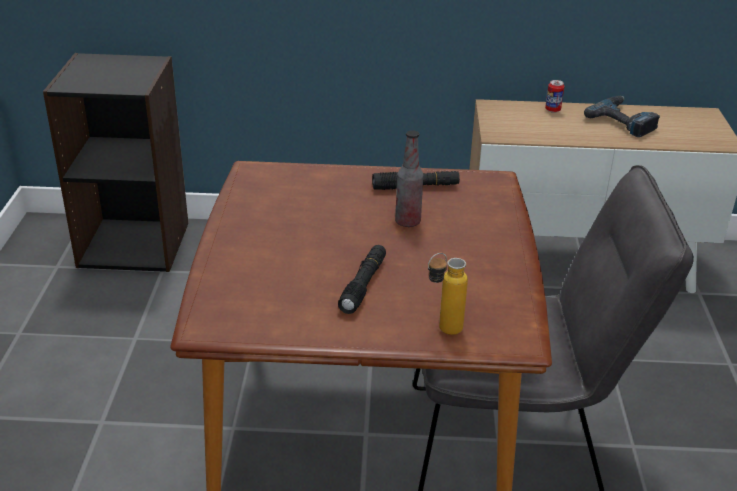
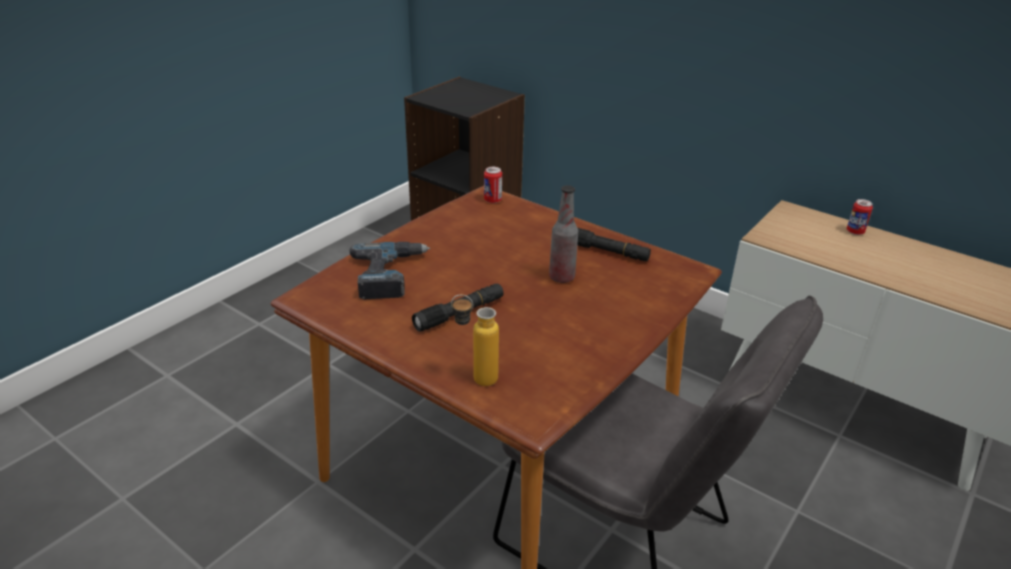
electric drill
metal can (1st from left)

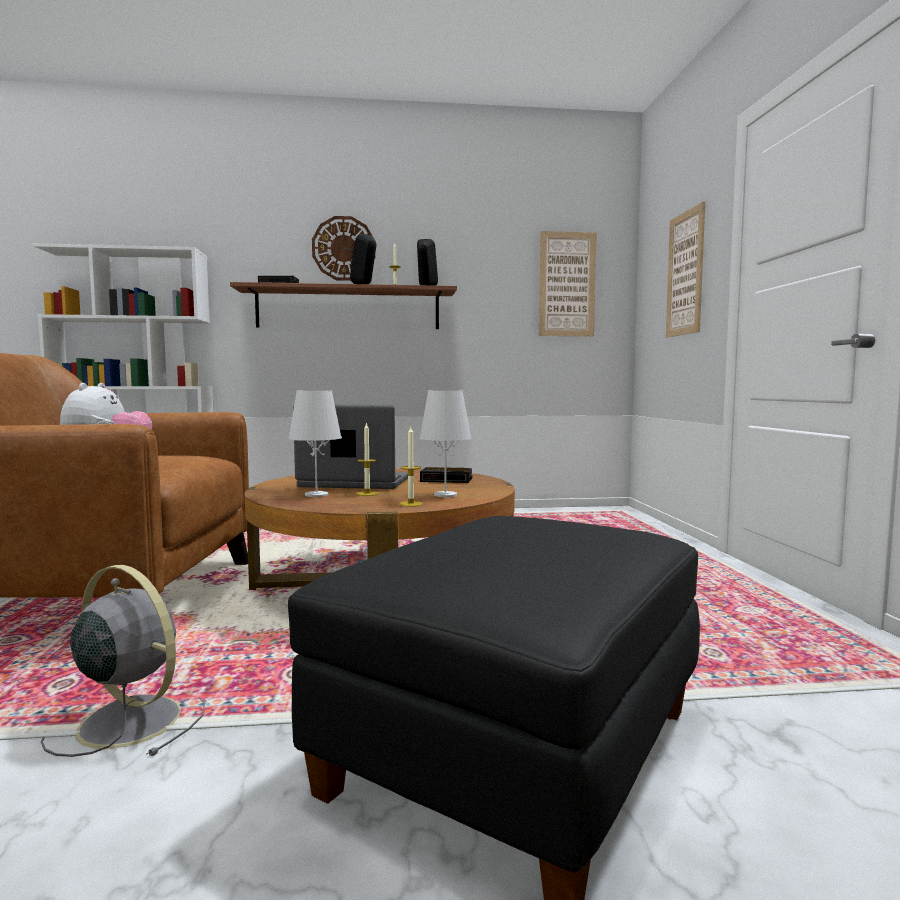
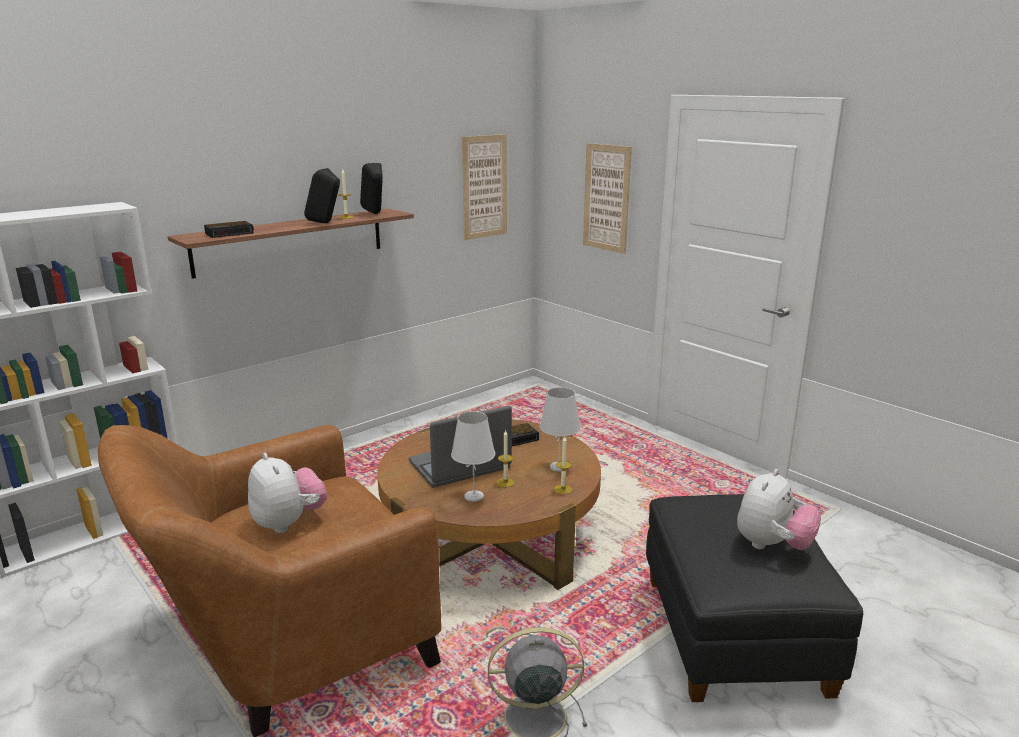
plush toy (2nd from left)
hanging clock

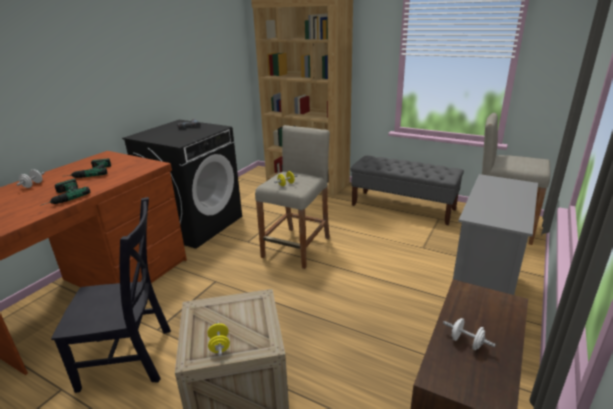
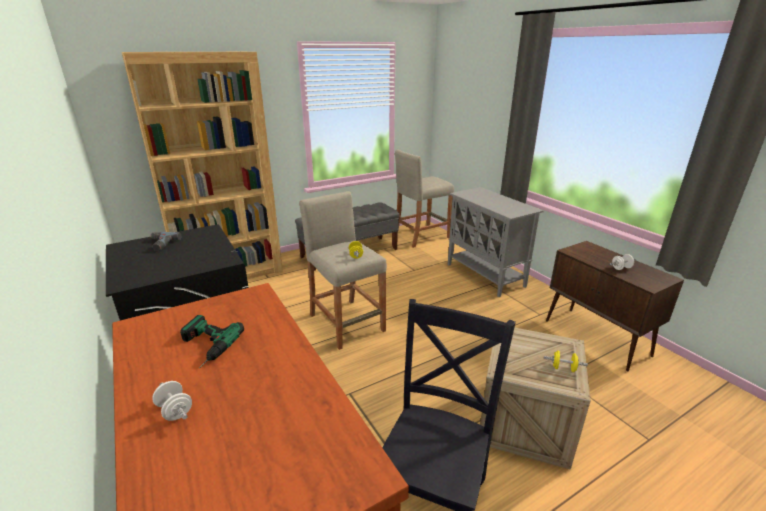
electric drill (1st from left in the first image)

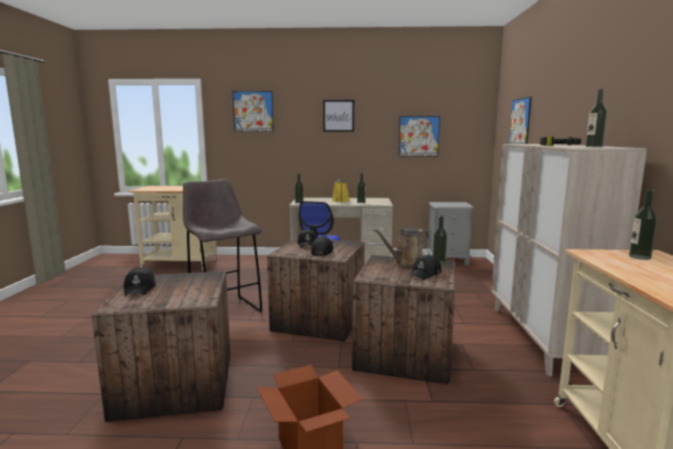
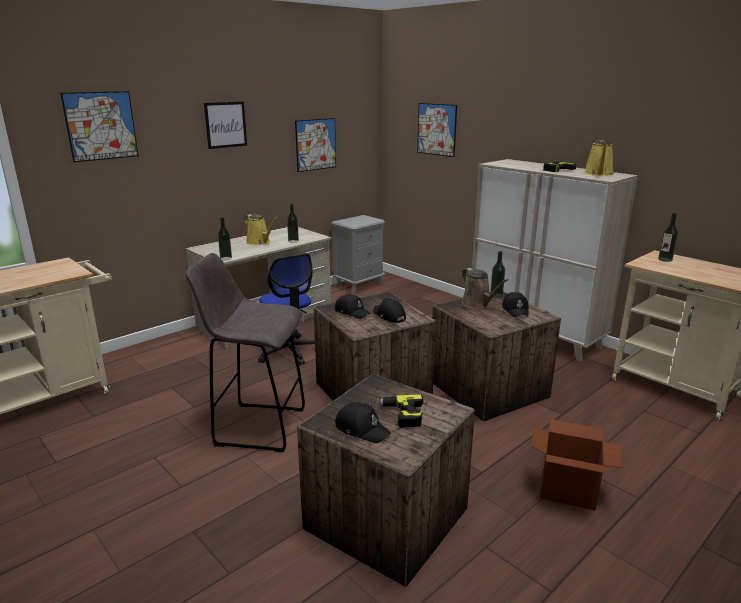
electric drill (1st from left)
watering can in brown-coloured
watering can in yellow (2nd from left)

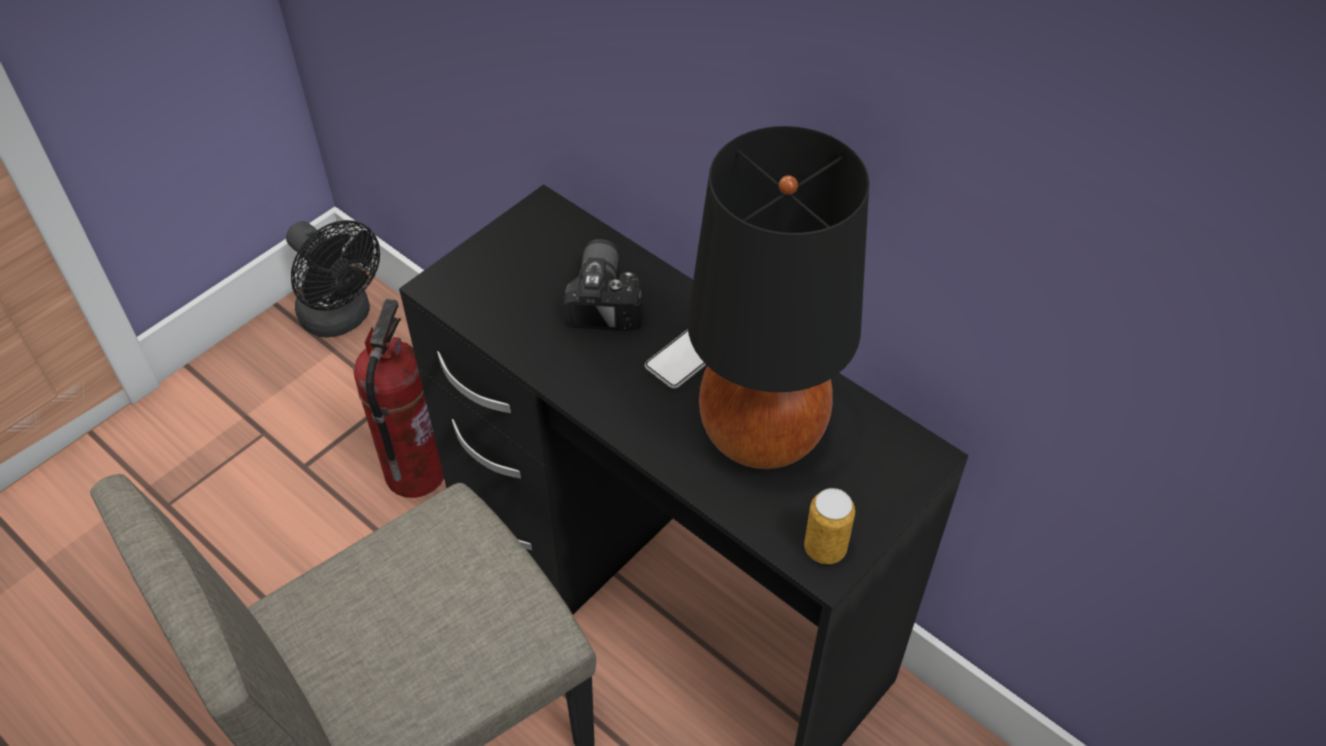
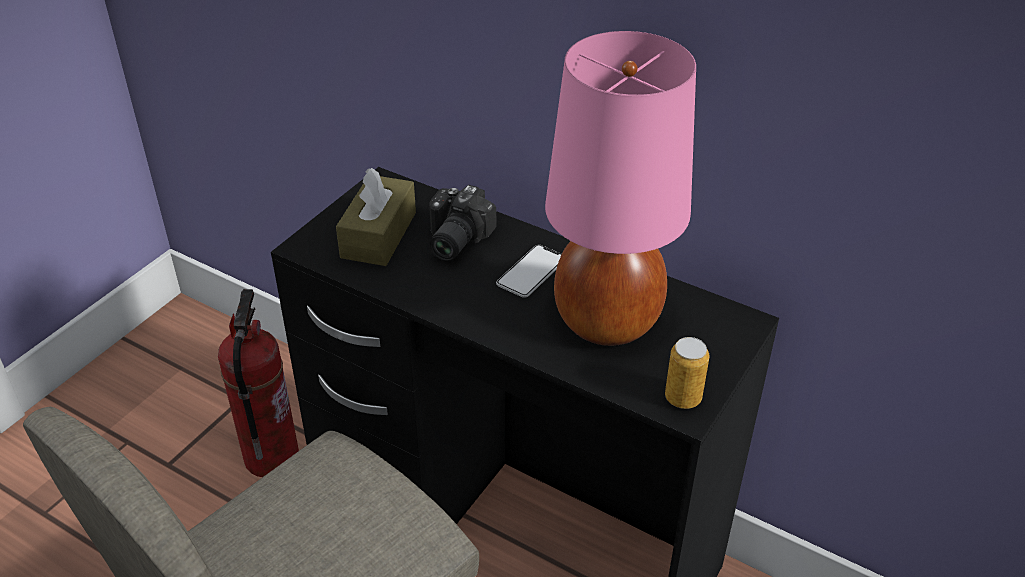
tissue box in brown-coloured
still camera
tabletop lamp in pink
fan in blackish

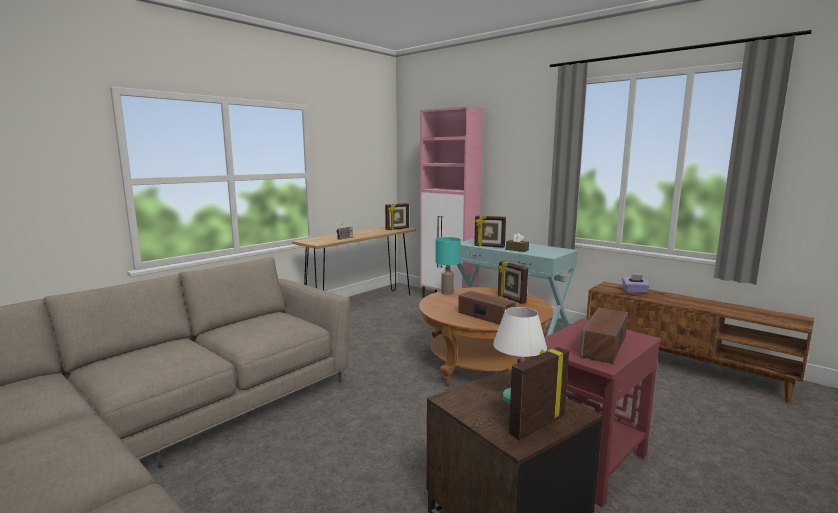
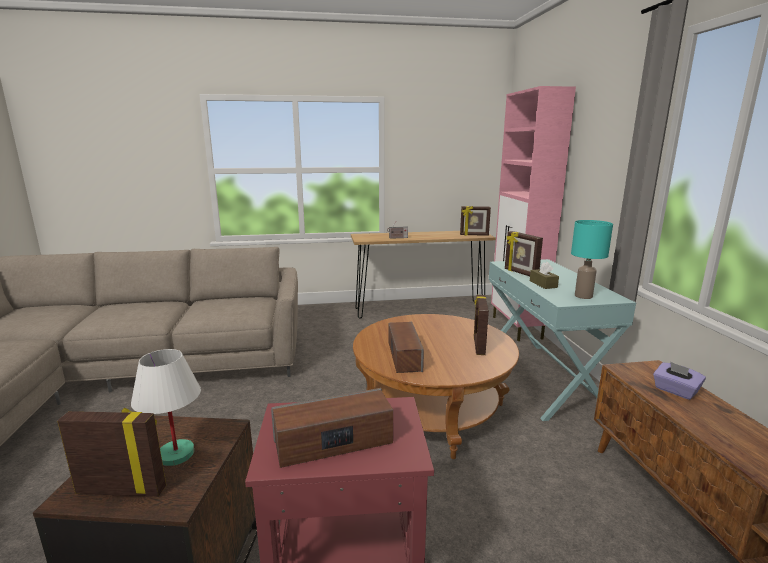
tabletop lamp in blue-green

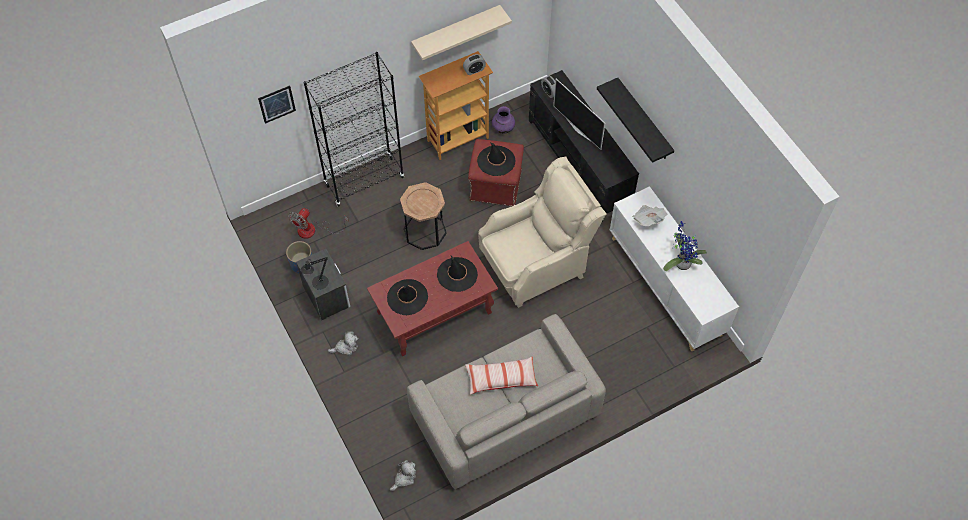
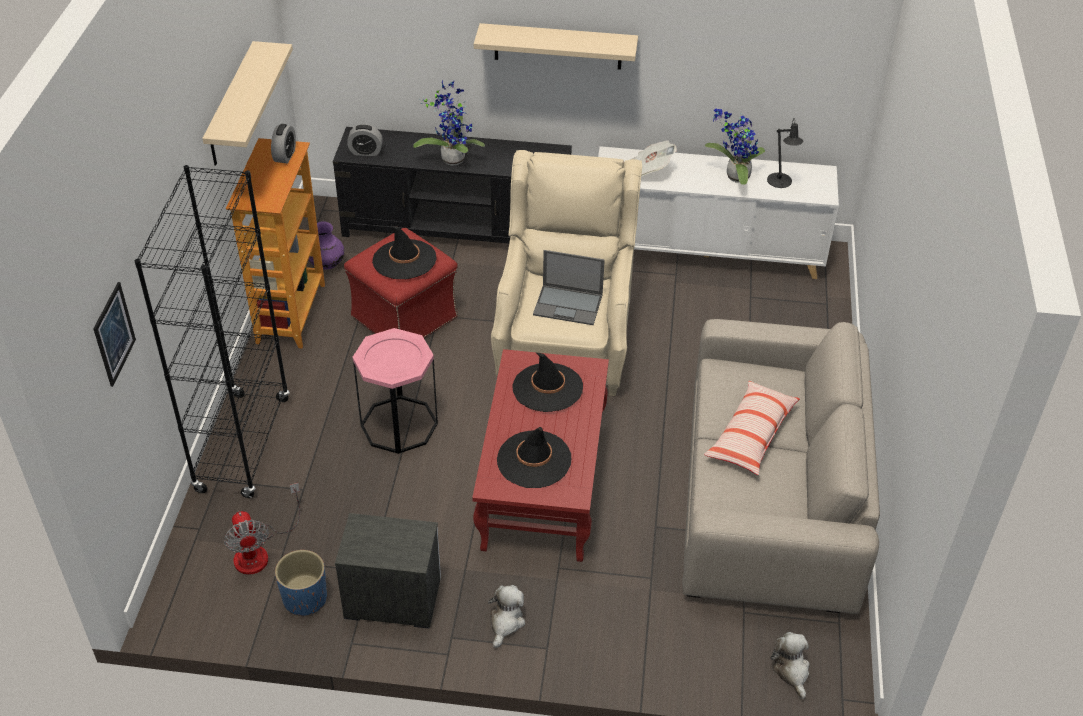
end table in pink
potted plant (1st from left)
wall shelf in beige-coloured (2nd from left)
notebook computer
tabletop lamp in blackish

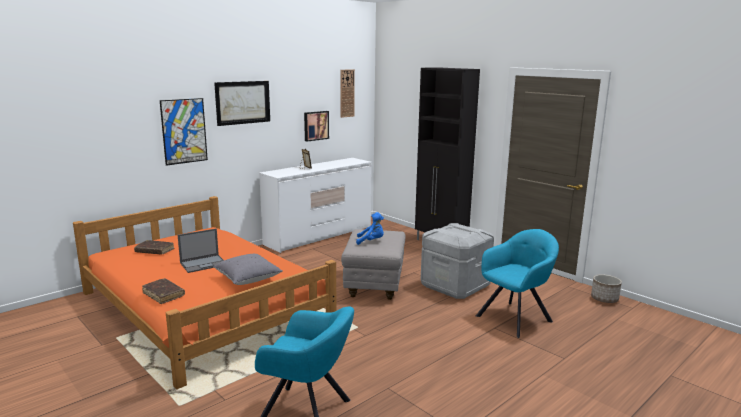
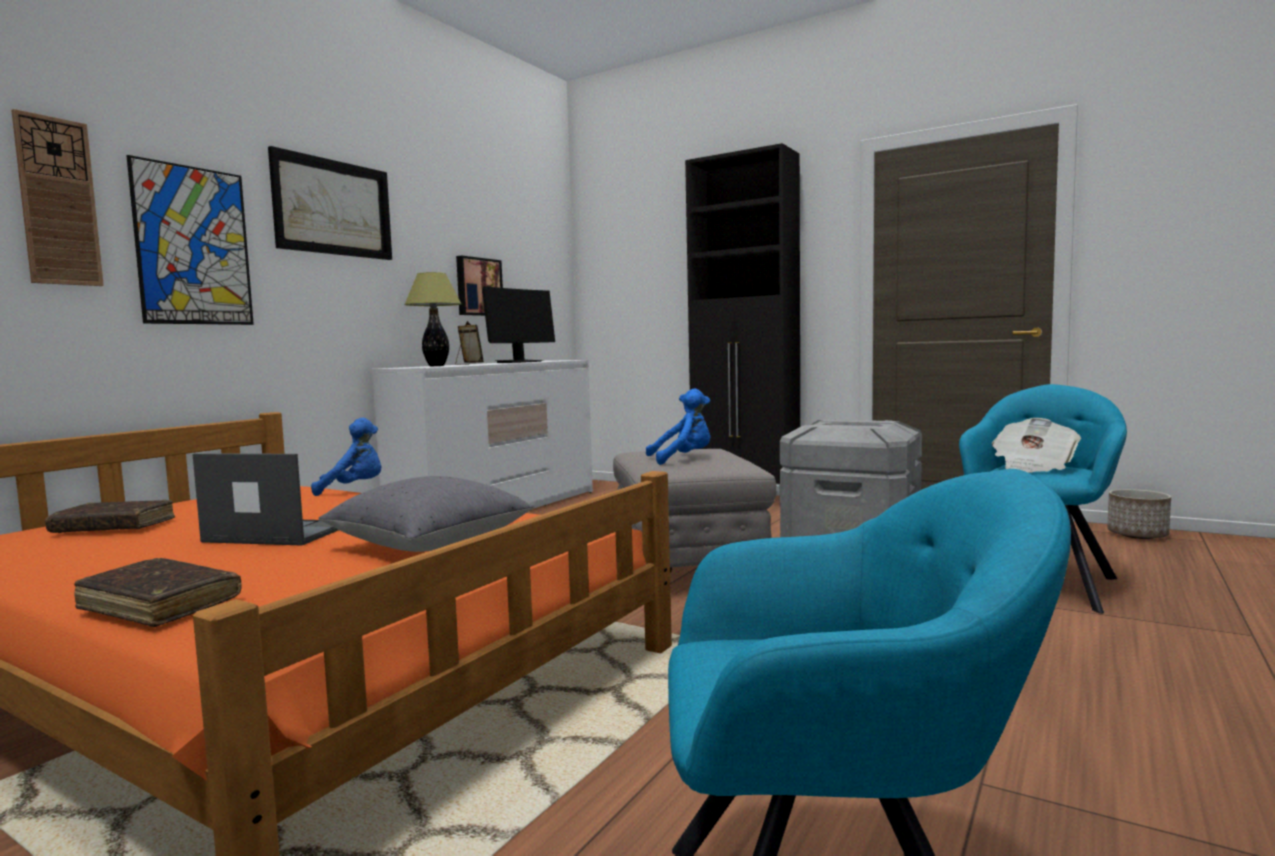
hanging clock
notebook computer
plush toy in bluish (1st from left)
tabletop lamp
computer screen
daily paper

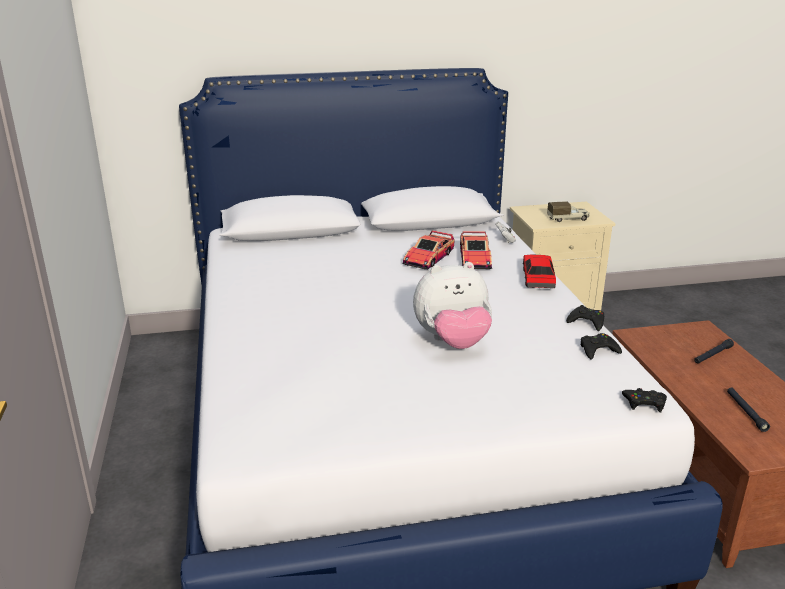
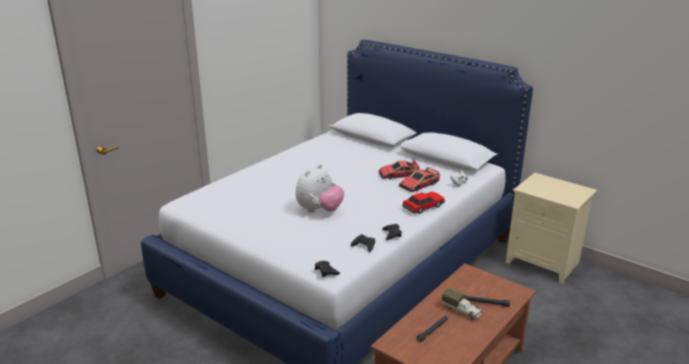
plush toy
toy truck

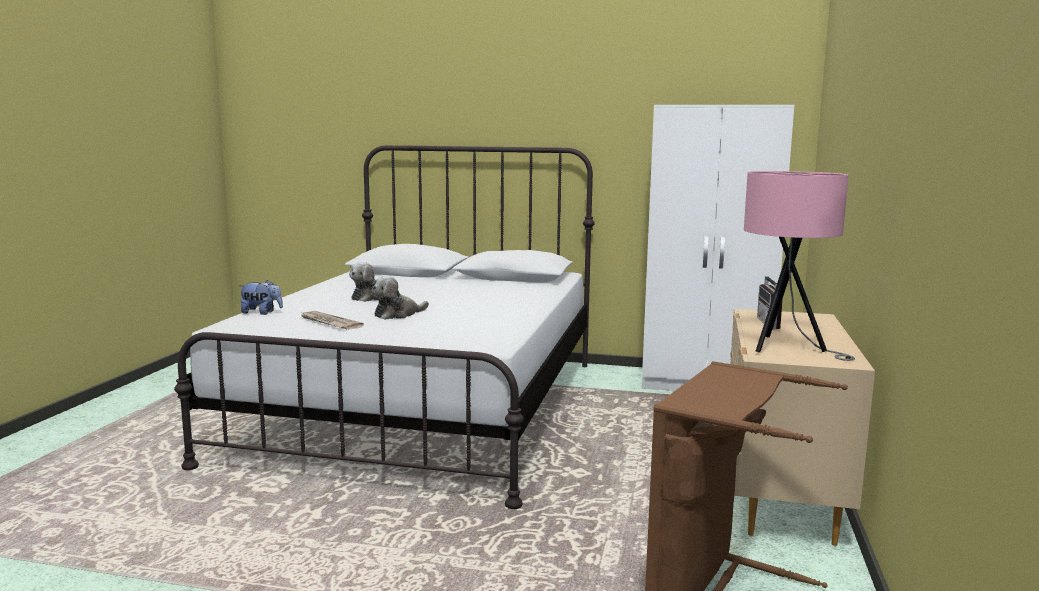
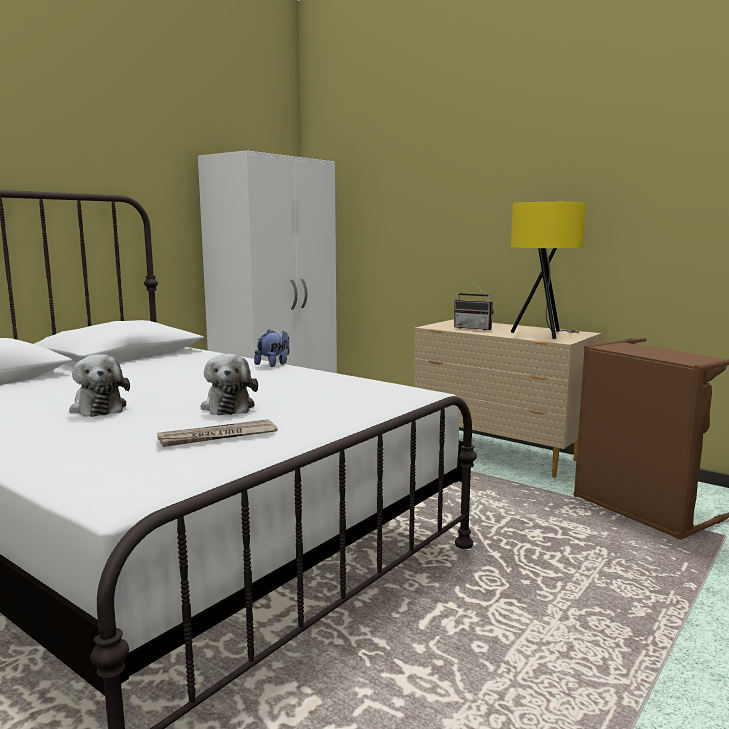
plush toy (3rd from left)
tabletop lamp in yellow

